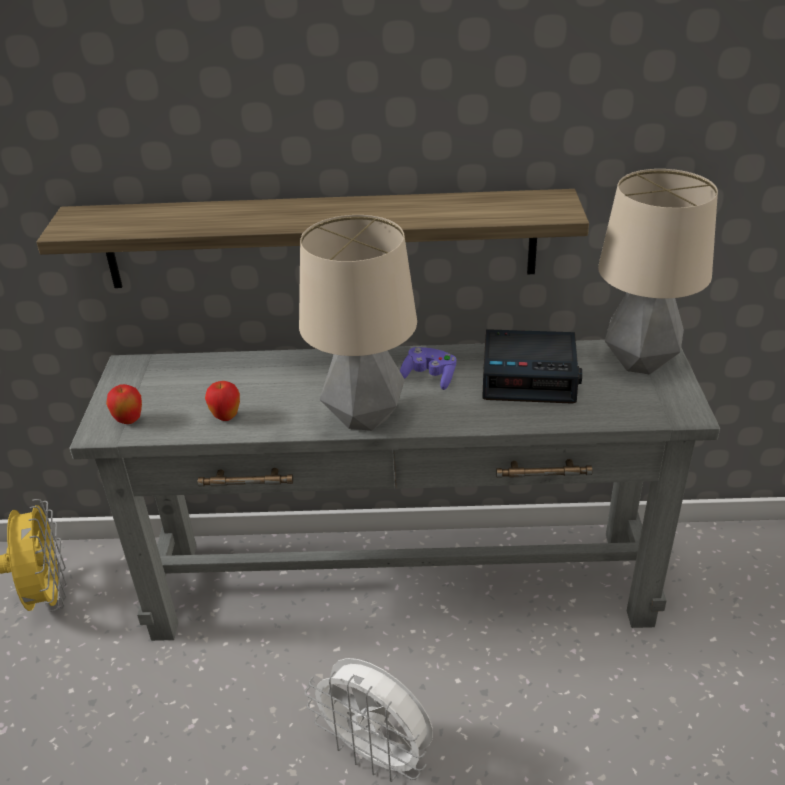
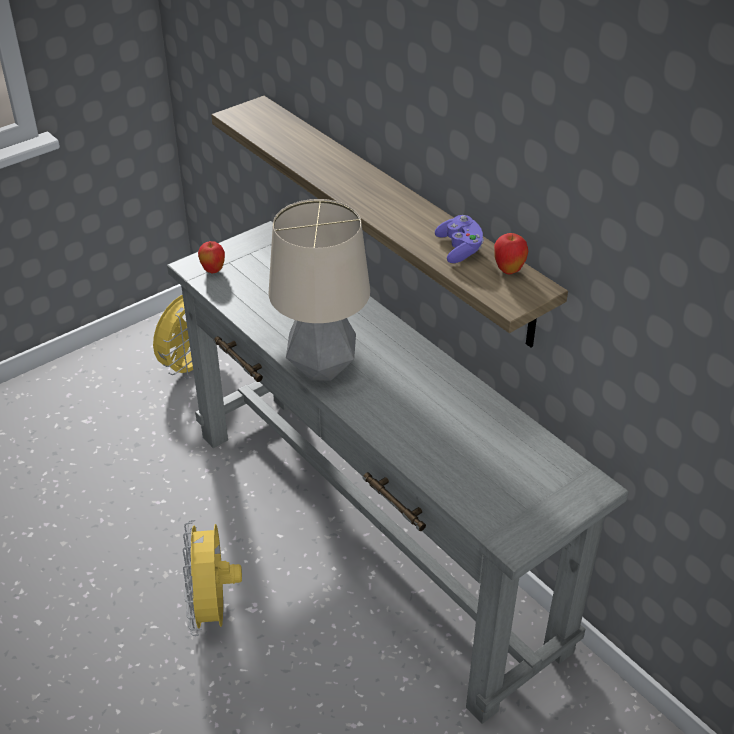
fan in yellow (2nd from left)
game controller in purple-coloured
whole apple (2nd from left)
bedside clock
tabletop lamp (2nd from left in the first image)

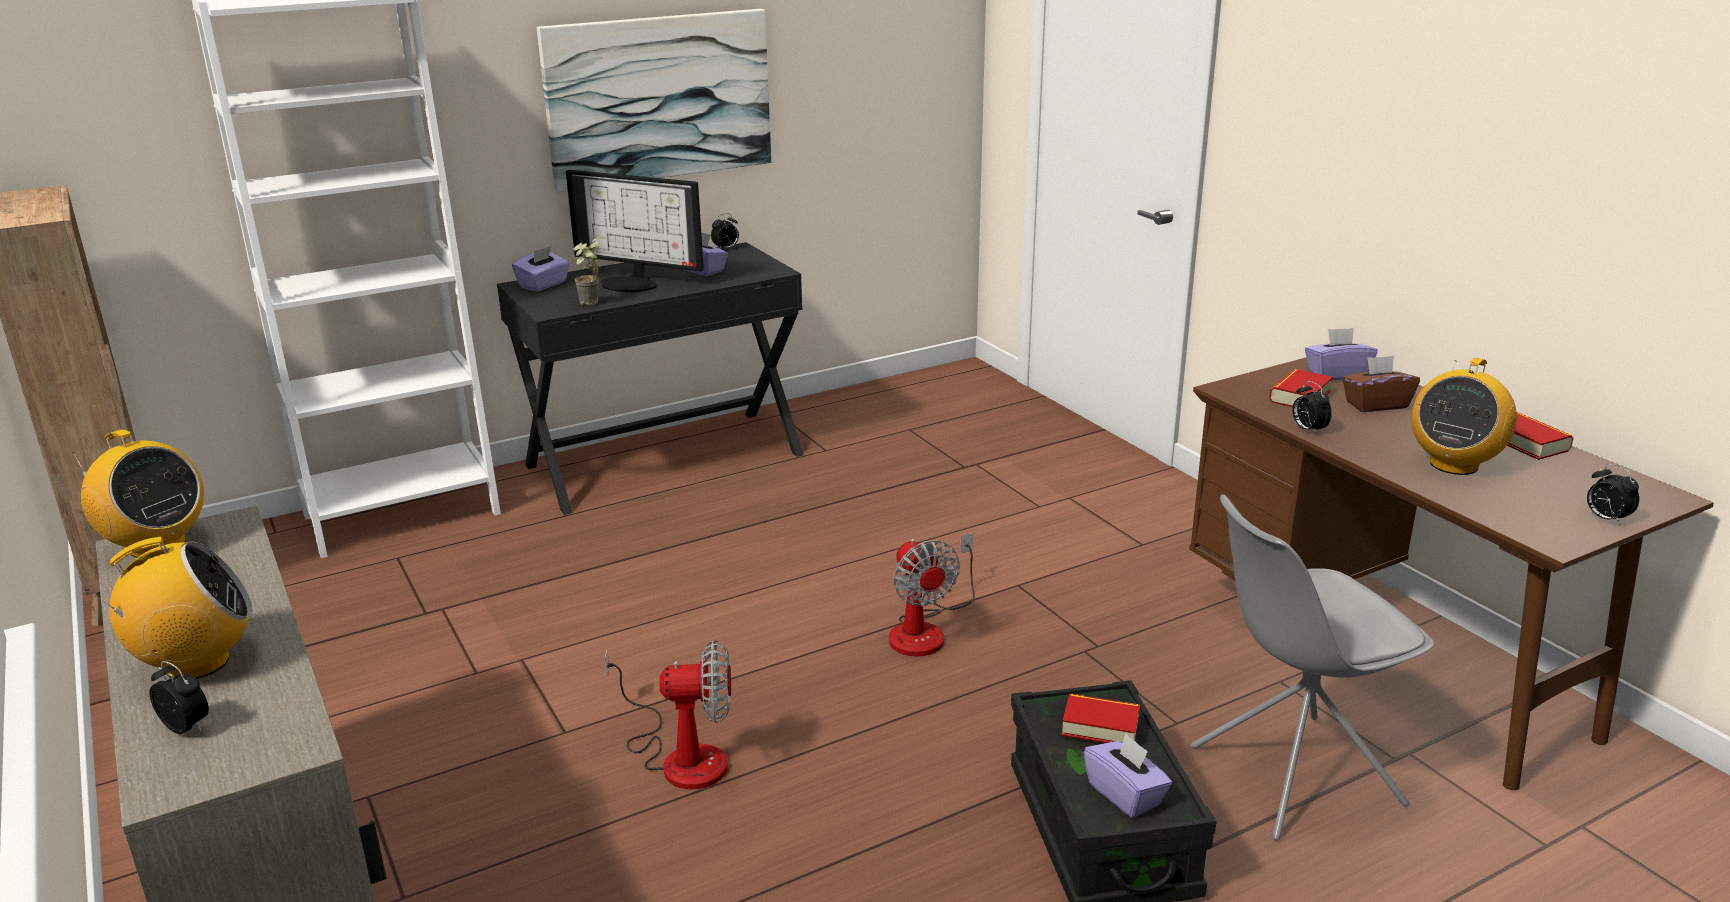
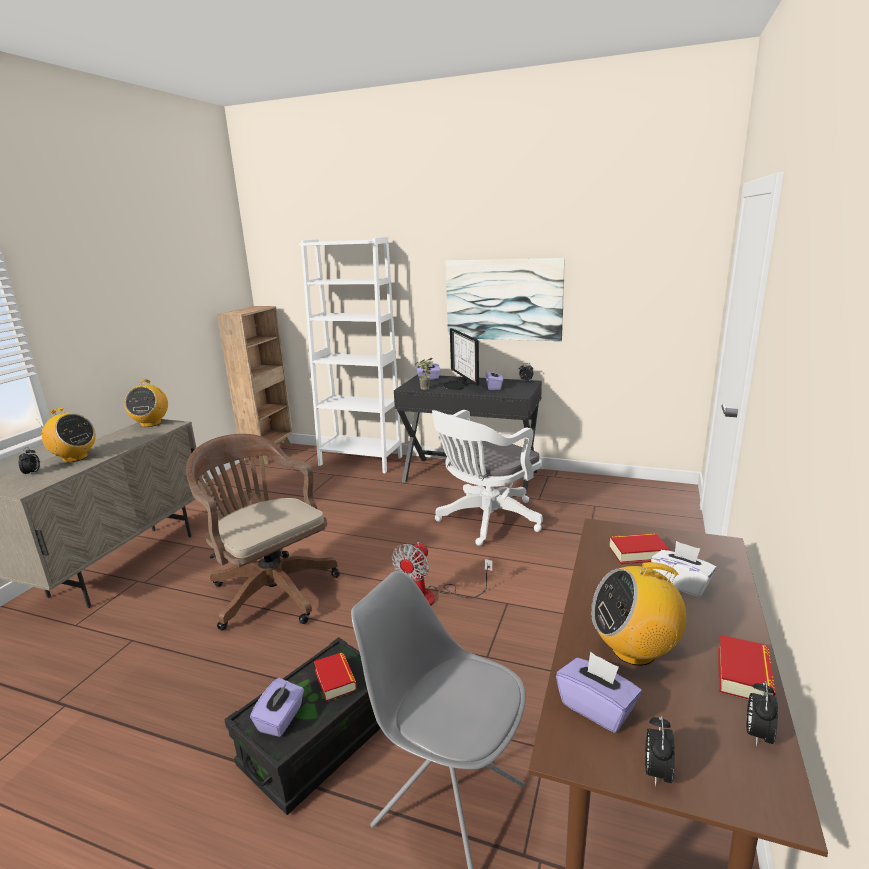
computer chair in brown-coloured
computer chair in whitish
tissue box in purple-coloured (4th from left)
tissue box in whitish
bedside clock (4th from left)

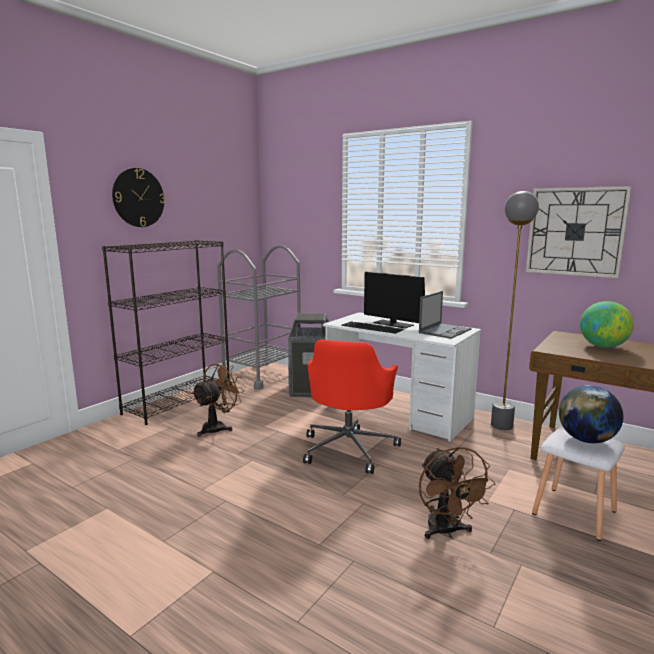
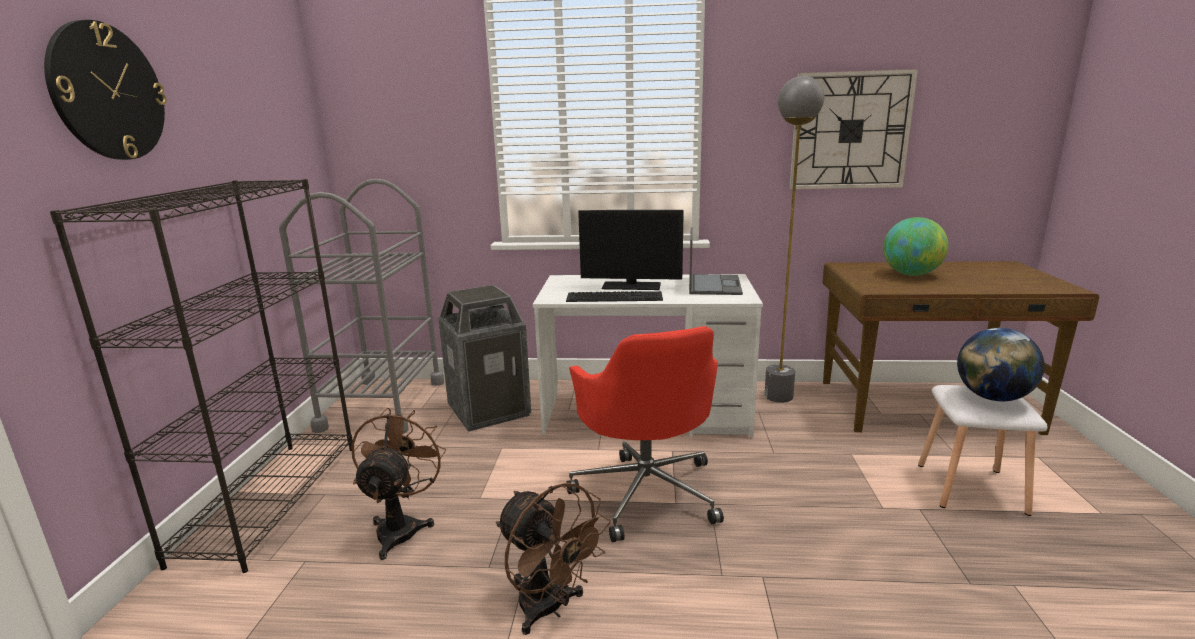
fan in brown-coloured (2nd from left)

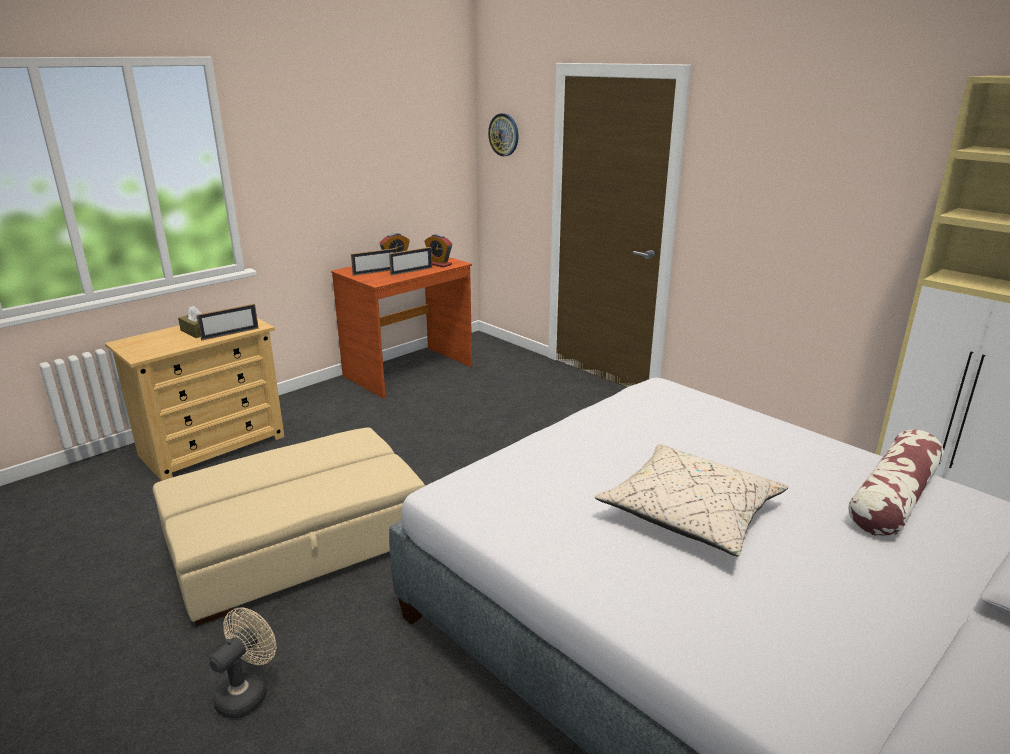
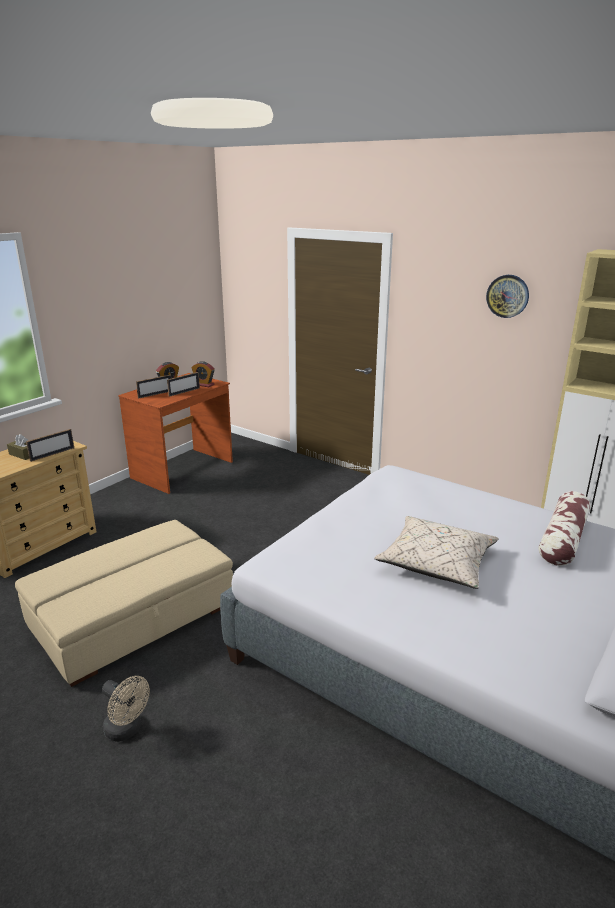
fan in beige-coloured
hanging clock

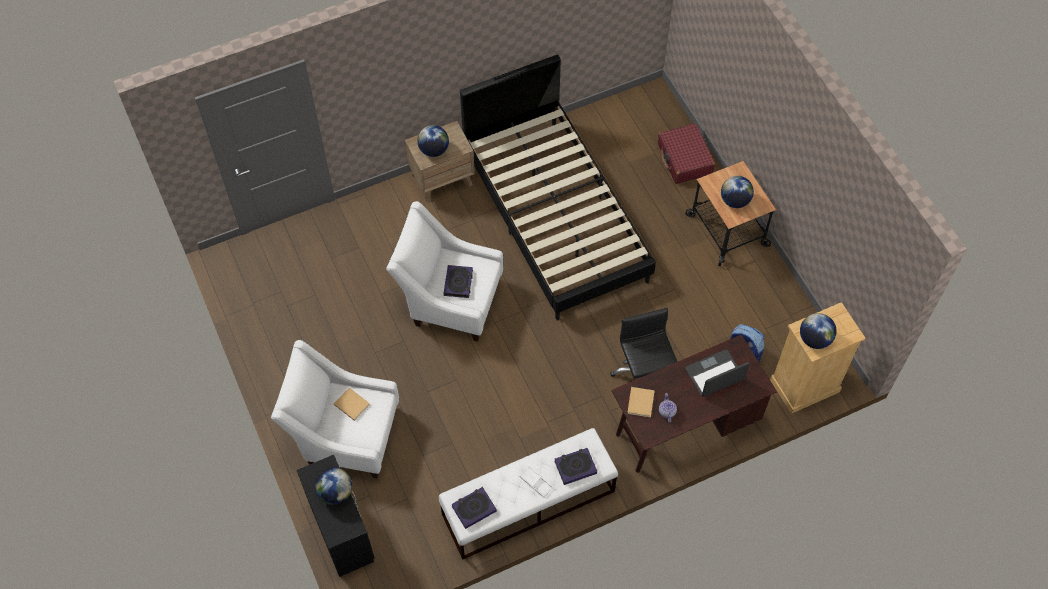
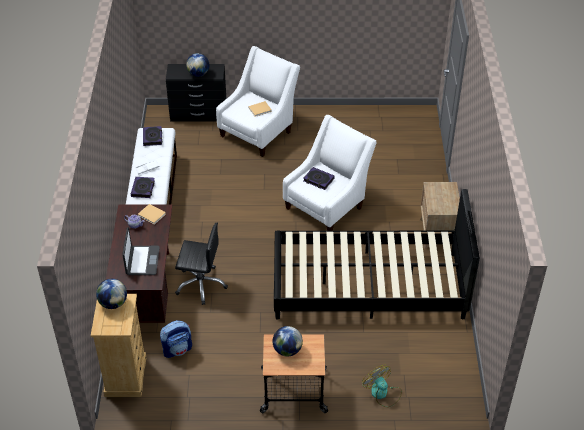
fan
world globe (2nd from left in the first image)

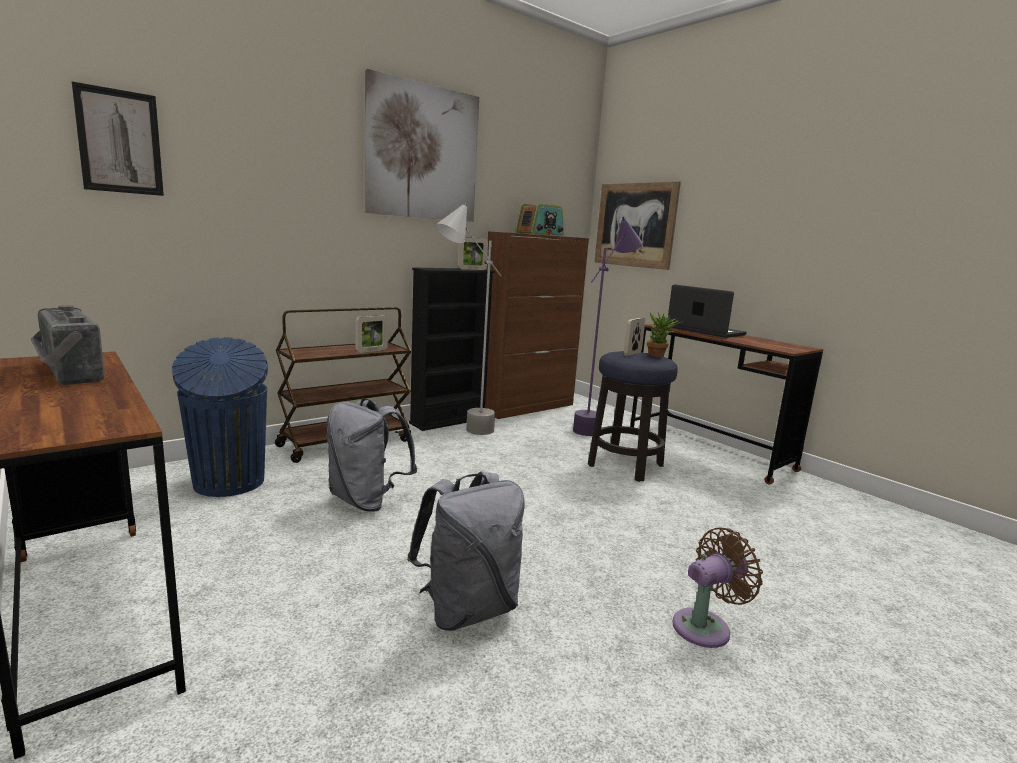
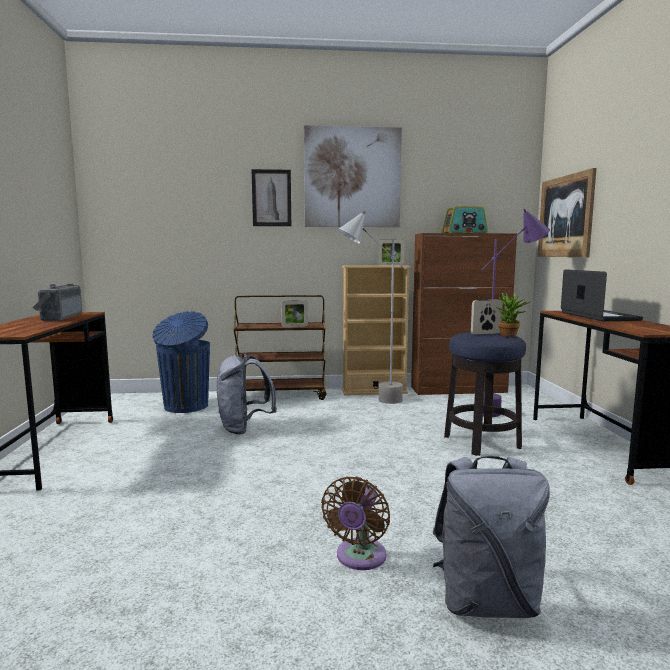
wall picture (1st from left)
fan in brown-coloured
shelving unit in beige-coloured
rucksack in grey (2nd from left)

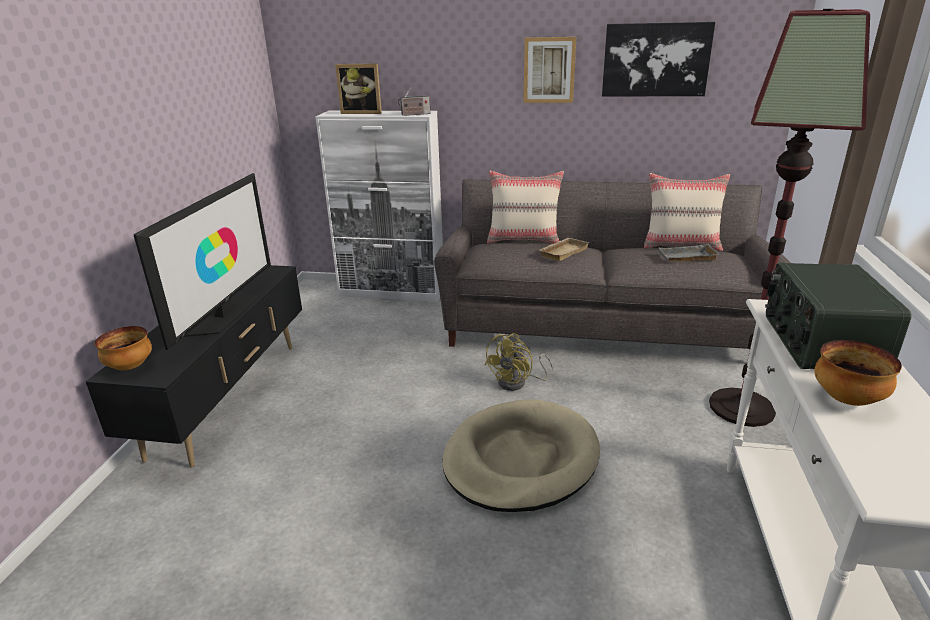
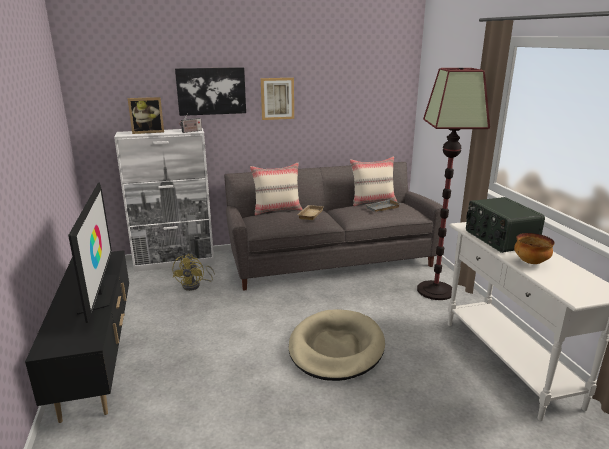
fan in yellow
wall picture (1st from left)
deep dish (1st from left in the first image)

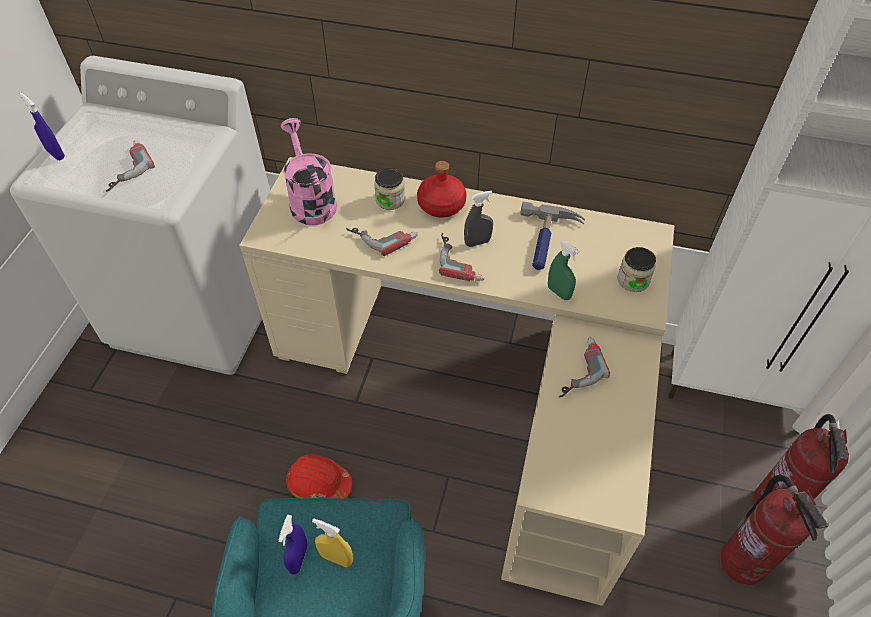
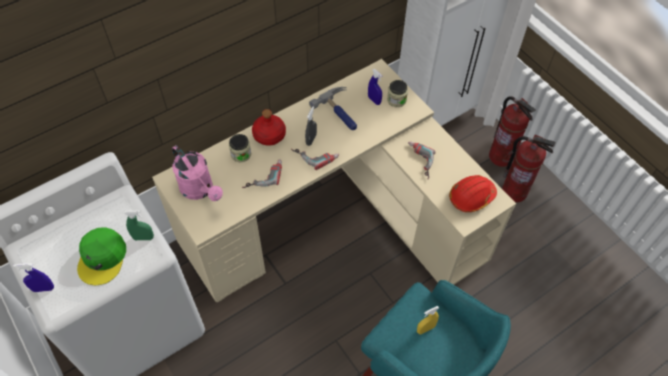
baseball cap in green
hand sprayer in green
watering can in pink
hand sprayer in bluish (2nd from left)
hard hat in red

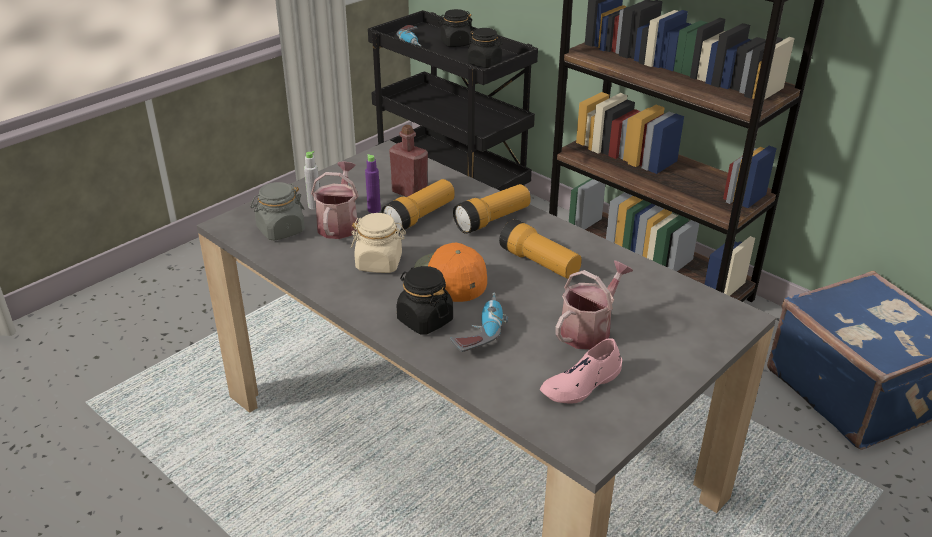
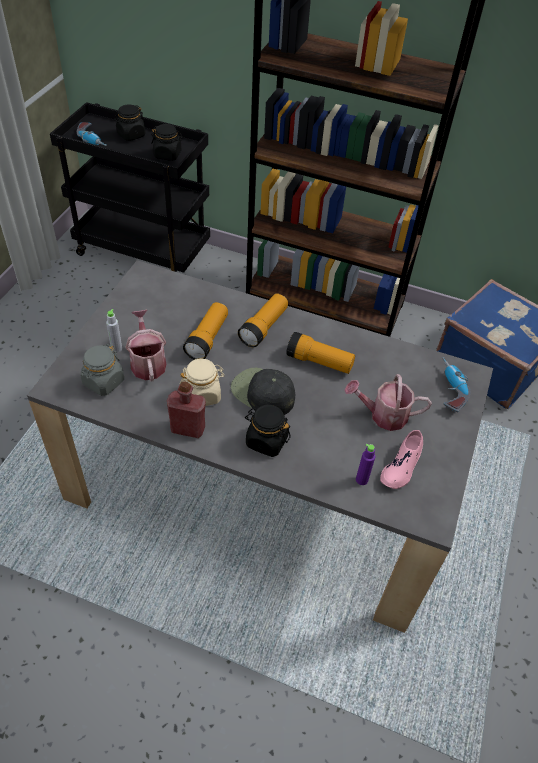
beverage bottle in red
baseball cap in blackish
watering can (2nd from left)
beverage bottle in purple-coloured
electric drill (2nd from left)

